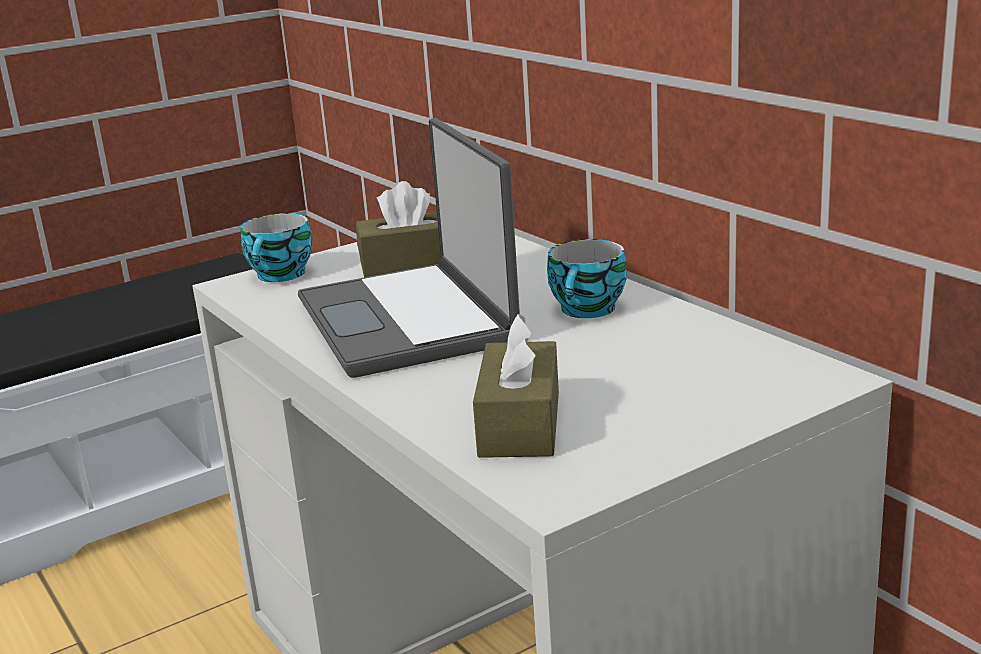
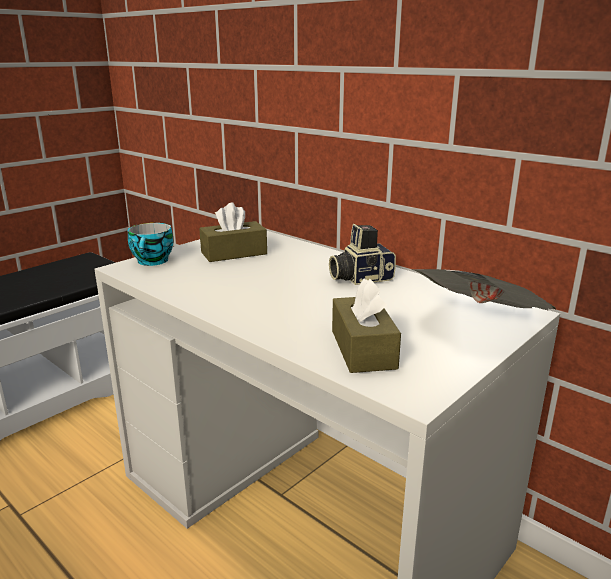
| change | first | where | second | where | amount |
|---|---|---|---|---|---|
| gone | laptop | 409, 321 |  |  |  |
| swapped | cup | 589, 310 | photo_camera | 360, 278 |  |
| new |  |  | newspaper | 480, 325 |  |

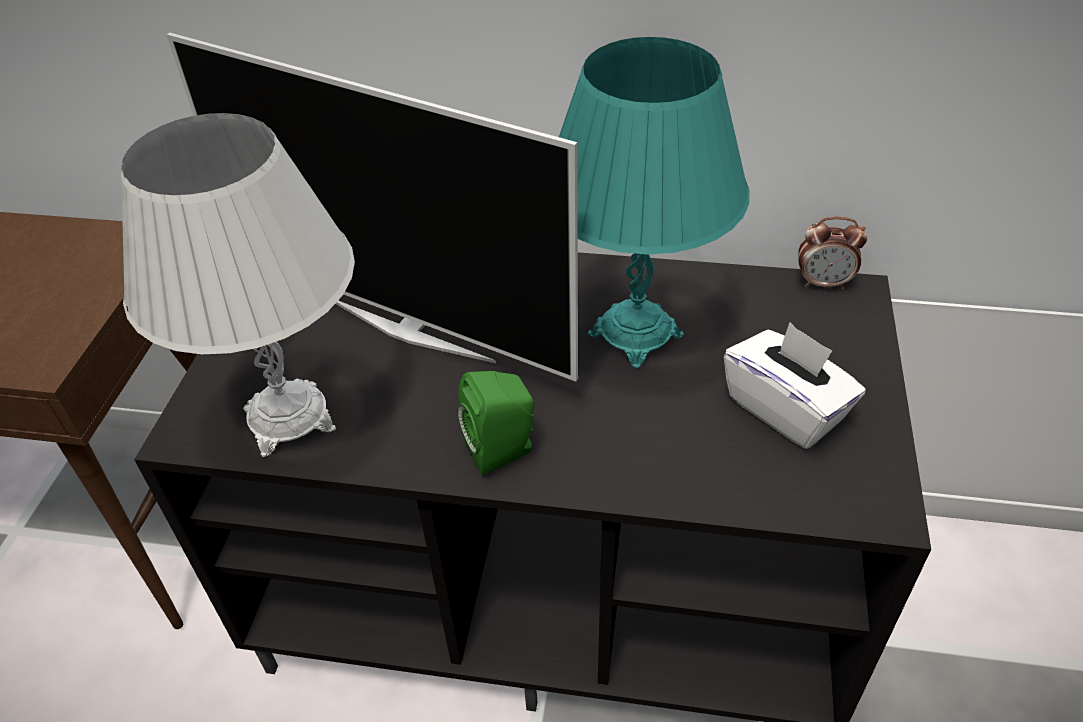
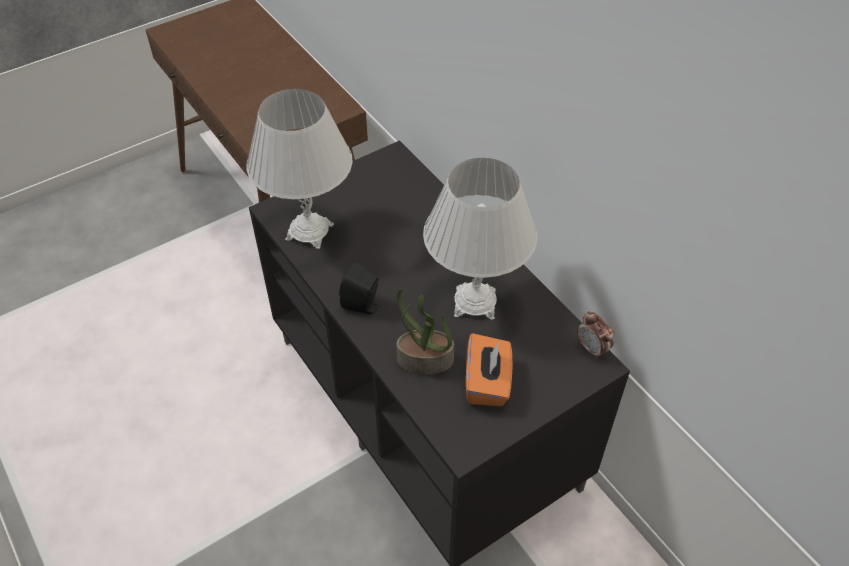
| change | first | where | second | where | amount |
|---|---|---|---|---|---|
| gone | television | 410, 327 |  |  |  |
| repainted | blue-green_lamp_for_a_table | 635, 334 | white_lamp_for_a_table | 475, 302 |  |
| repainted | white_tissue_box | 786, 409 | orangey_tissue_box | 487, 383 |  |
| repainted | green-coloured_audio_speaker | 503, 450 | black-coloured_audio_speaker | 363, 306 |  |
| new |  |  | houseplant | 424, 361 |  |

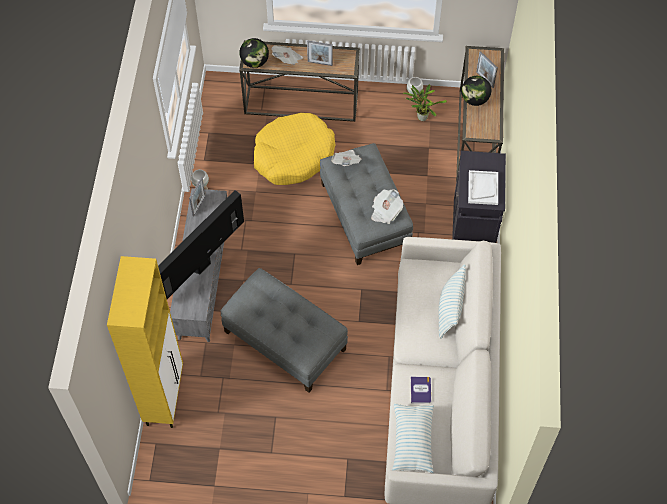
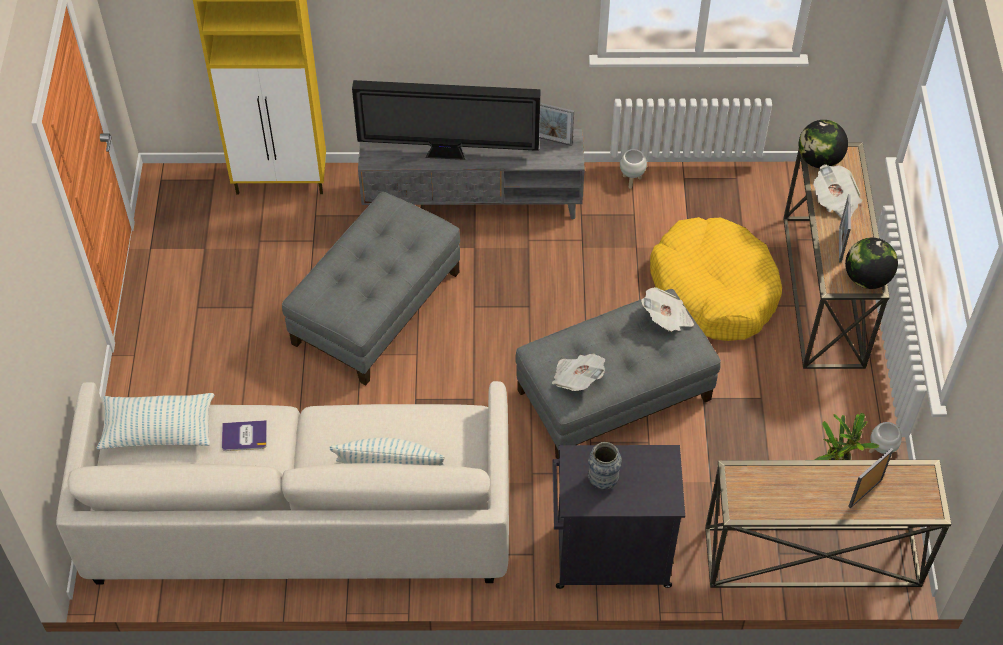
| change | first | where | second | where | amount |
|---|---|---|---|---|---|
| shifted | world_globe | 474, 100 |  | 866, 278 |  |
| swapped | white_serving_tray | 483, 188 | vase | 602, 481 |  |
| rotated | television | 201, 265 |  | 448, 154 | 150 degrees clockwise |

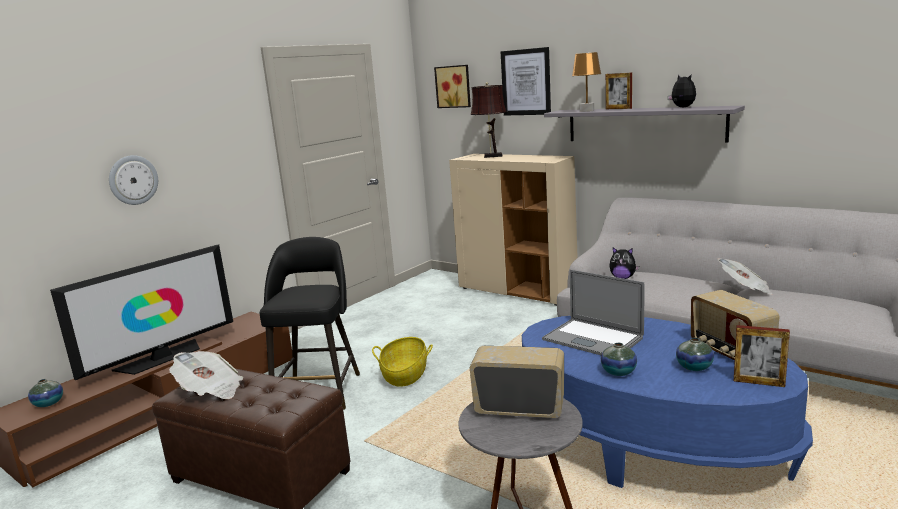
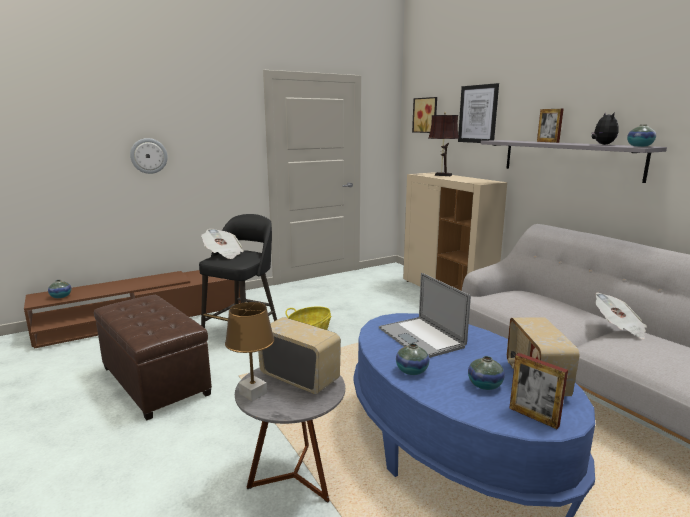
| change | first | where | second | where | amount |
|---|---|---|---|---|---|
| shifted | brownish_lamp_for_a_table | 586, 111 |  | 252, 393 |  |
| gone | television | 162, 358 |  |  |  |
| gone | soft_toy | 623, 278 |  |  |  |
| shifted | newspaper | 210, 390 |  | 223, 254 |  |
| new |  |  | vase | 639, 146 |  |

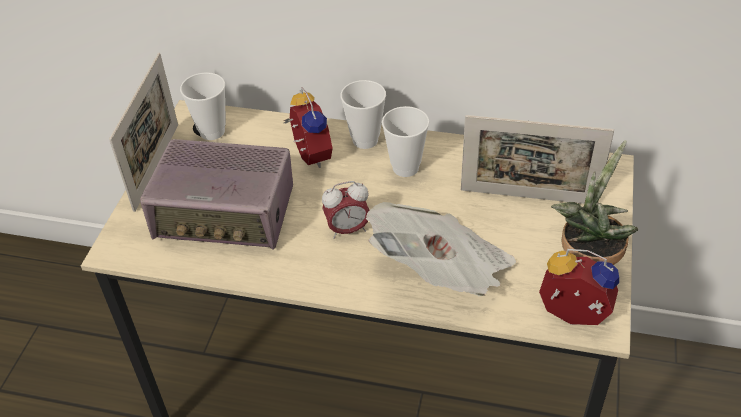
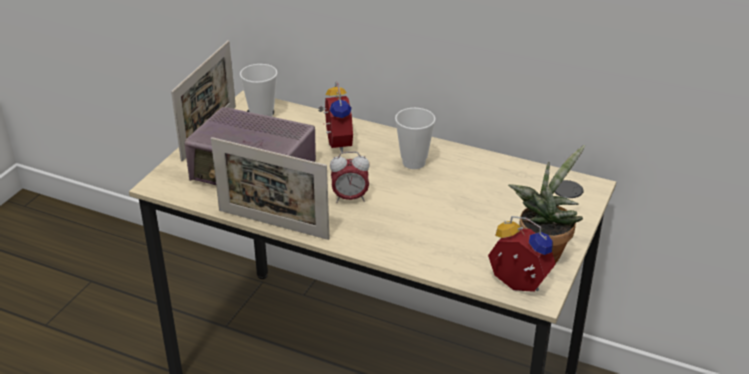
| change | first | where | second | where | amount |
|---|---|---|---|---|---|
| gone | cup | 365, 140 |  |  |  |
| shifted | picture_frame | 528, 197 |  | 273, 224 |  |
| gone | newspaper | 442, 272 |  |  |  |

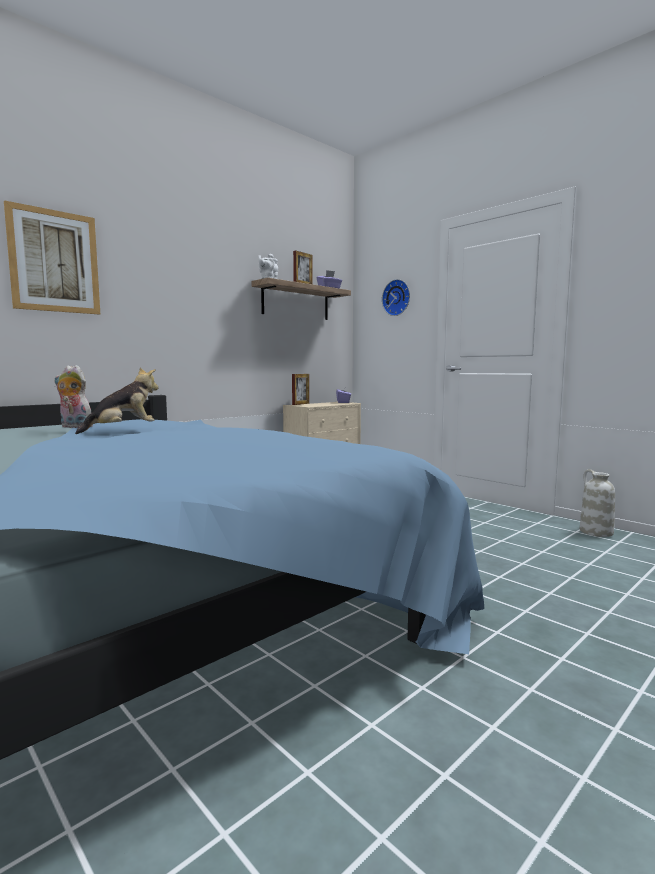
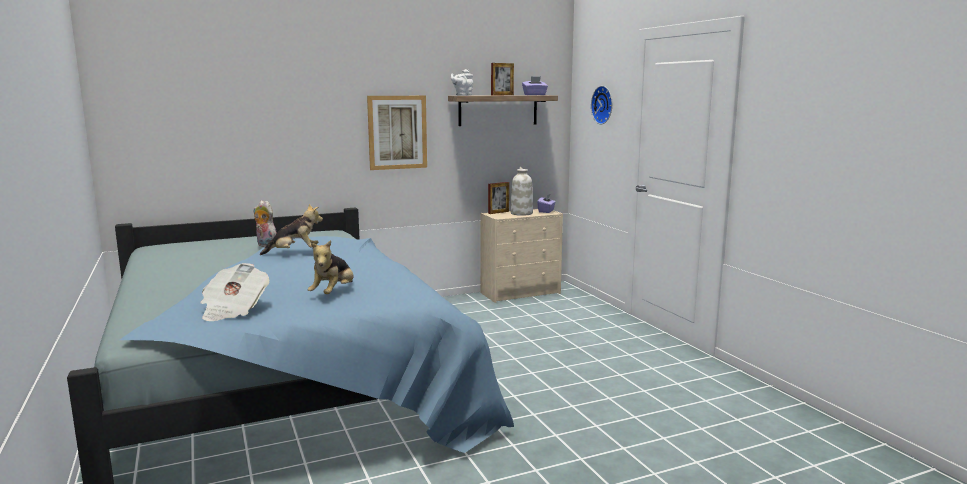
| change | first | where | second | where | amount |
|---|---|---|---|---|---|
| shifted | wall_art | 54, 261 |  | 397, 132 |  |
| shifted | white_vase | 595, 532 |  | 521, 213 |  |
| new |  |  | soft_toy | 333, 293 |  |
| new |  |  | newspaper | 233, 310 |  |

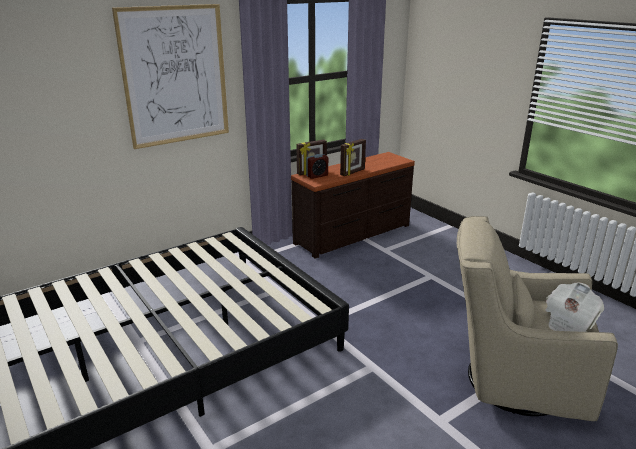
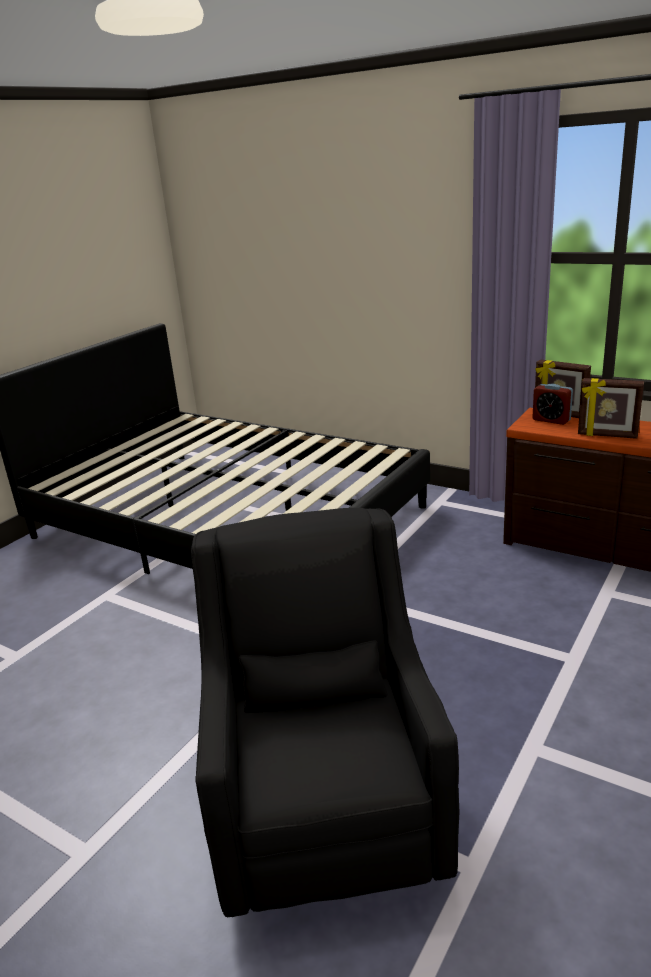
| change | first | where | second | where | amount |
|---|---|---|---|---|---|
| gone | wall_art | 175, 76 |  |  |  |
| repainted | beige_armchair | 511, 380 | black-coloured_armchair | 326, 808 |  |
| gone | newspaper | 568, 321 |  |  |  |

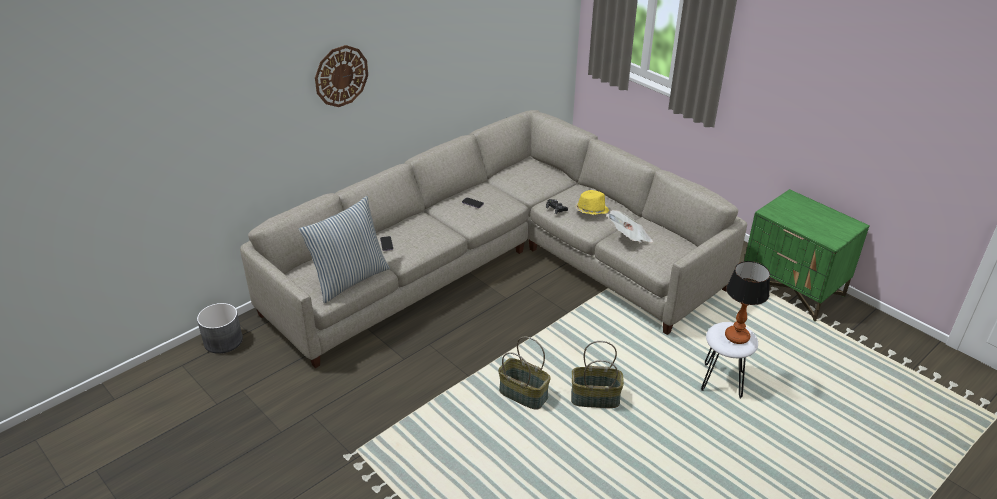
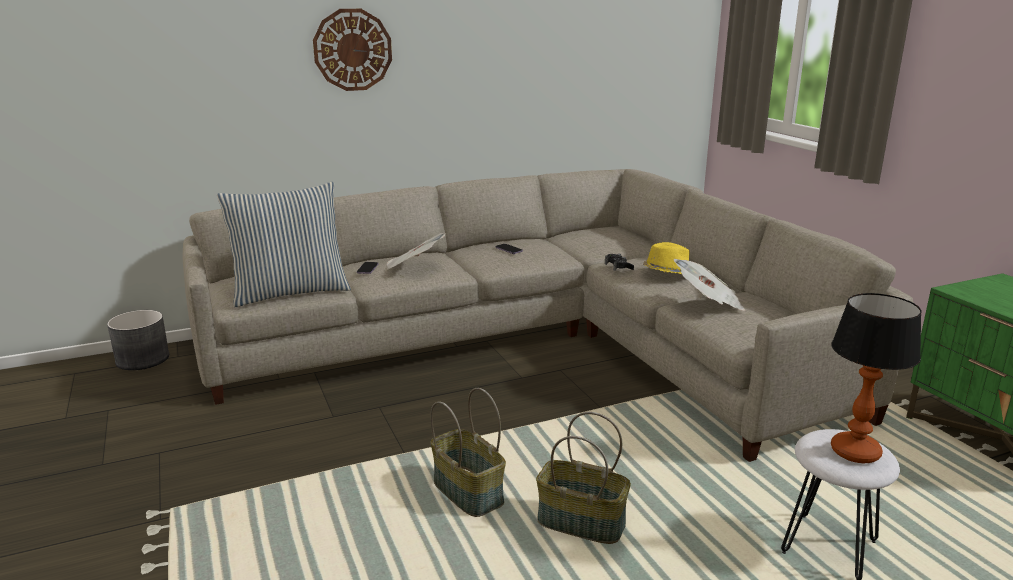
| change | first | where | second | where | amount |
|---|---|---|---|---|---|
| new |  |  | newspaper | 414, 267 |  |

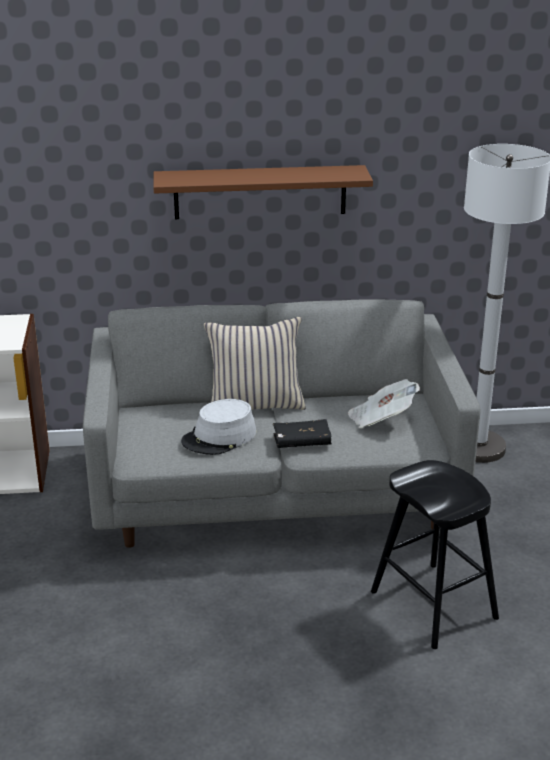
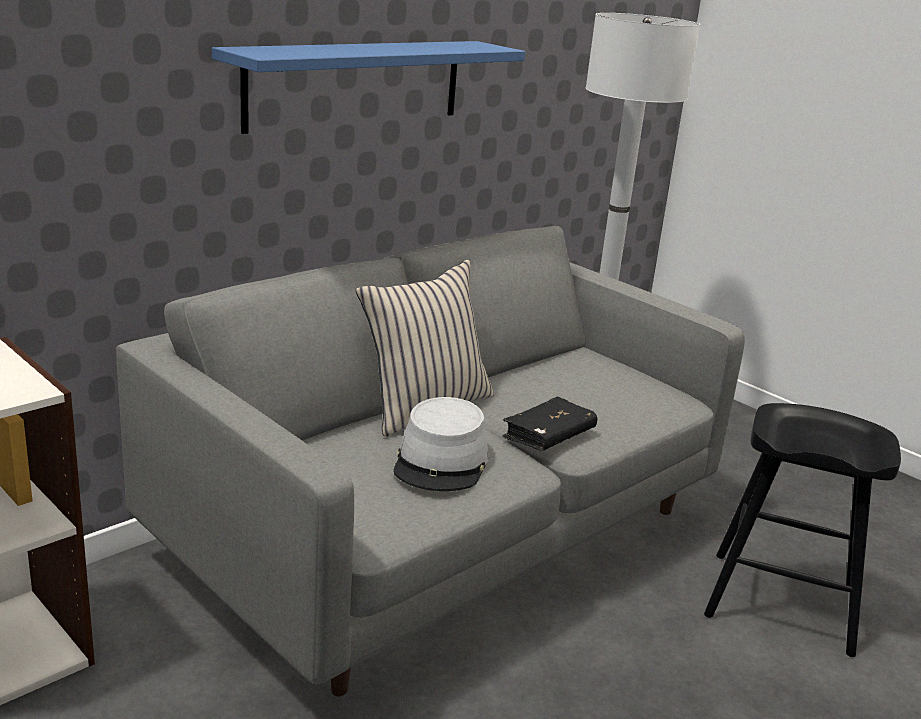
| change | first | where | second | where | amount |
|---|---|---|---|---|---|
| repainted | brownish_bracket_shelf | 260, 192 | blue-coloured_bracket_shelf | 356, 84 |  |
| gone | newspaper | 381, 419 |  |  |  |

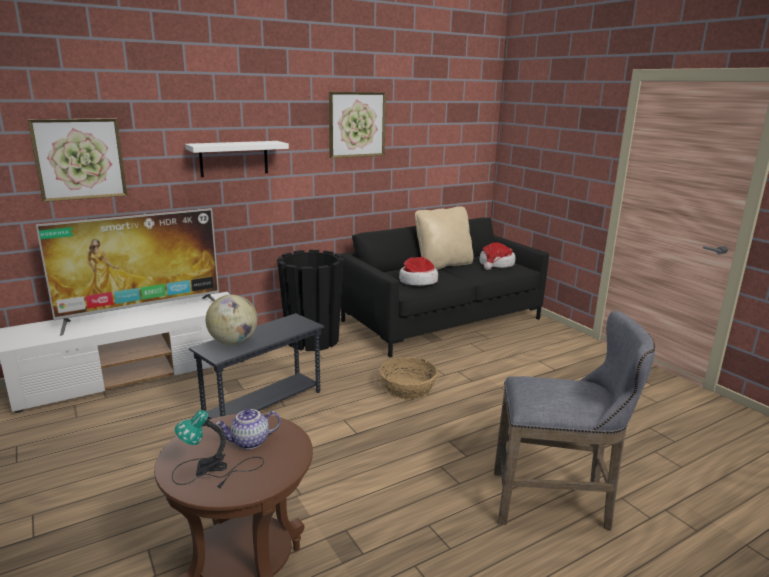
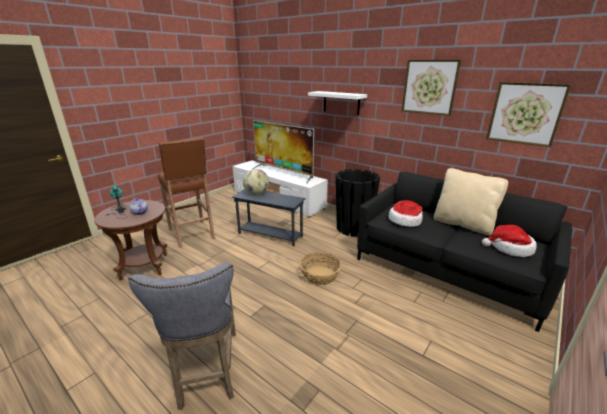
| change | first | where | second | where | amount |
|---|---|---|---|---|---|
| shifted | wall_art | 79, 159 |  | 525, 113 |  |
| new |  |  | brownish_stool_seat | 192, 234 |  |

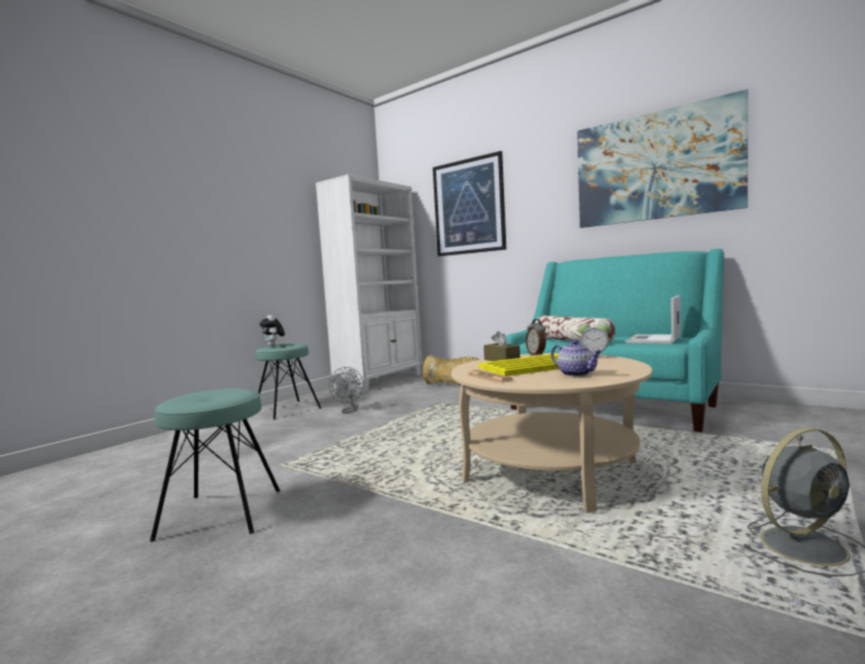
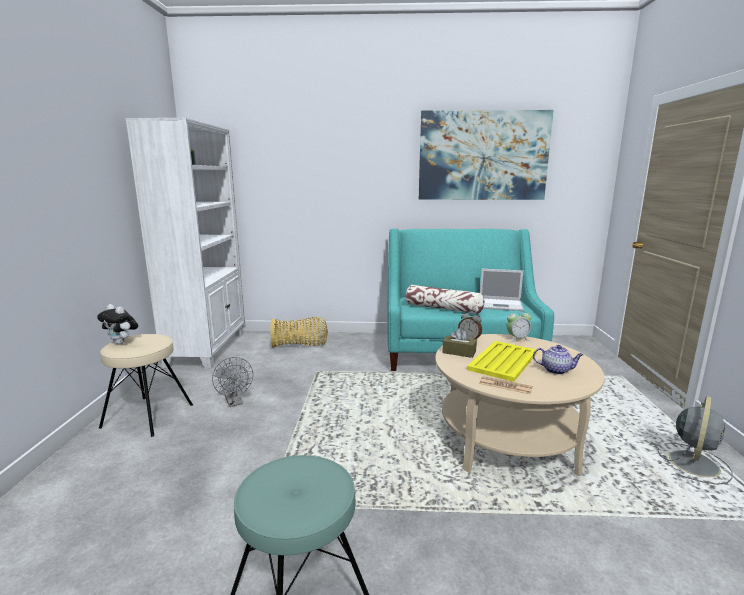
| change | first | where | second | where | amount |
|---|---|---|---|---|---|
| gone | wall_art | 468, 207 |  |  |  |
| rotated | laptop | 654, 340 |  | 501, 305 | 75 degrees counterclockwise |
| repainted | blue-green_stool_seat | 287, 410 | beige_stool_seat | 148, 416 |  |

